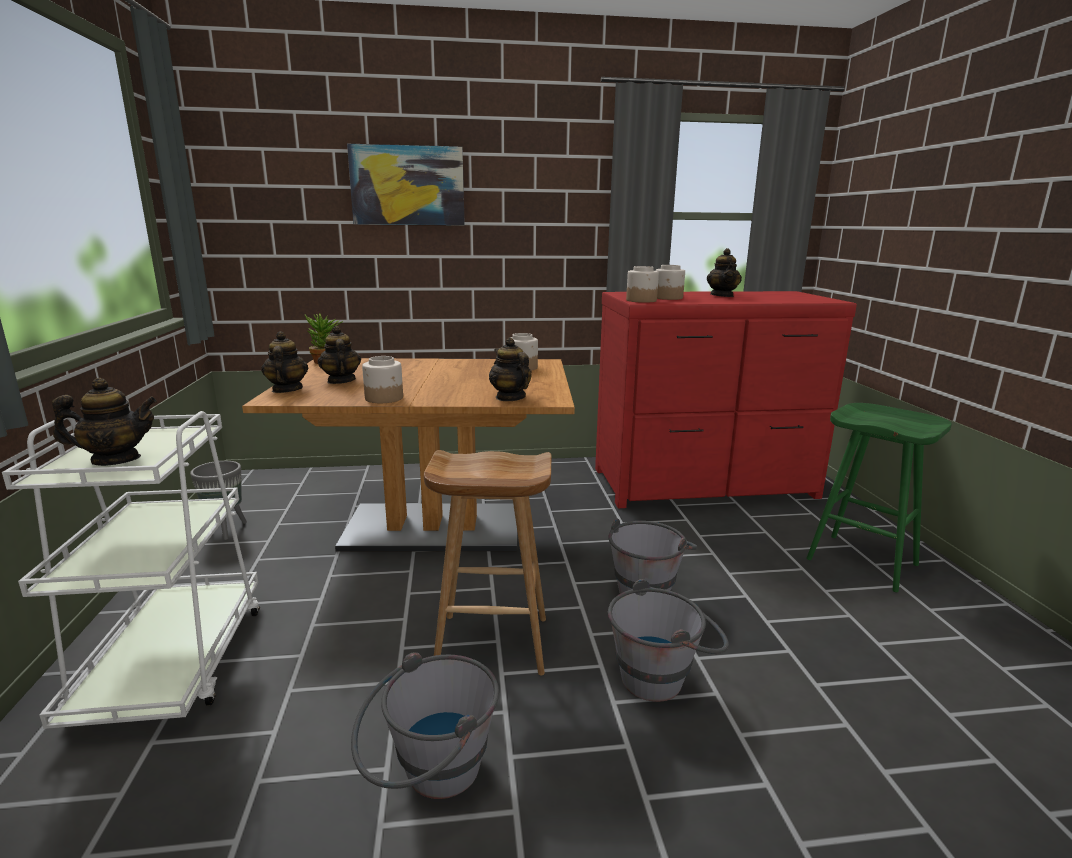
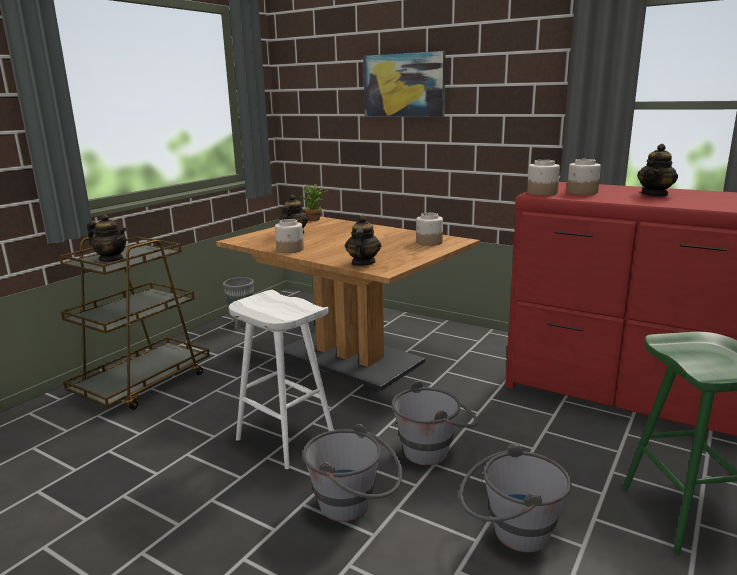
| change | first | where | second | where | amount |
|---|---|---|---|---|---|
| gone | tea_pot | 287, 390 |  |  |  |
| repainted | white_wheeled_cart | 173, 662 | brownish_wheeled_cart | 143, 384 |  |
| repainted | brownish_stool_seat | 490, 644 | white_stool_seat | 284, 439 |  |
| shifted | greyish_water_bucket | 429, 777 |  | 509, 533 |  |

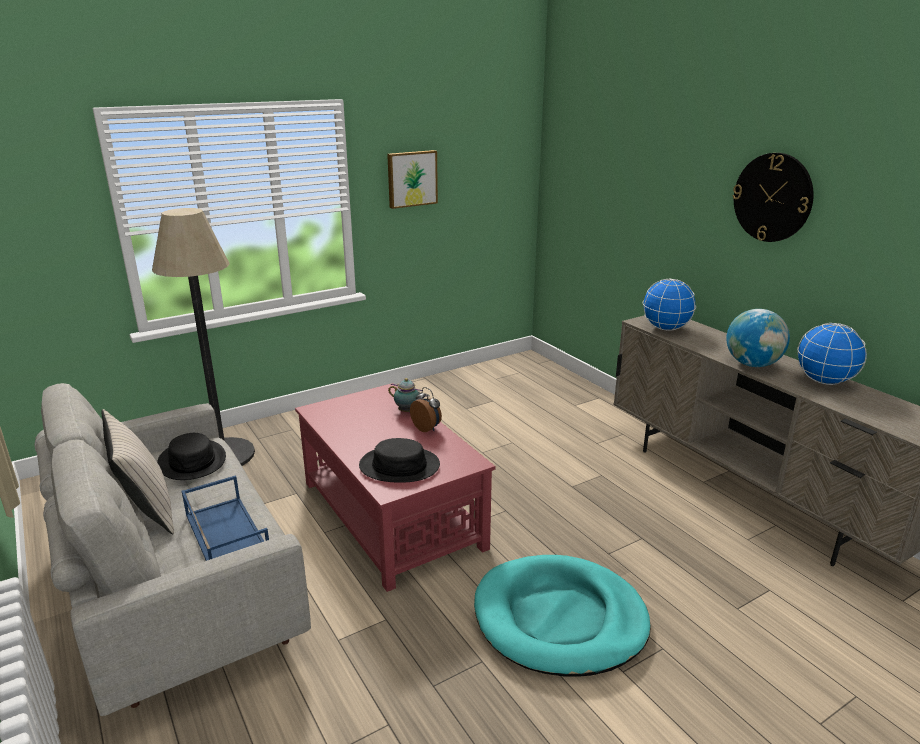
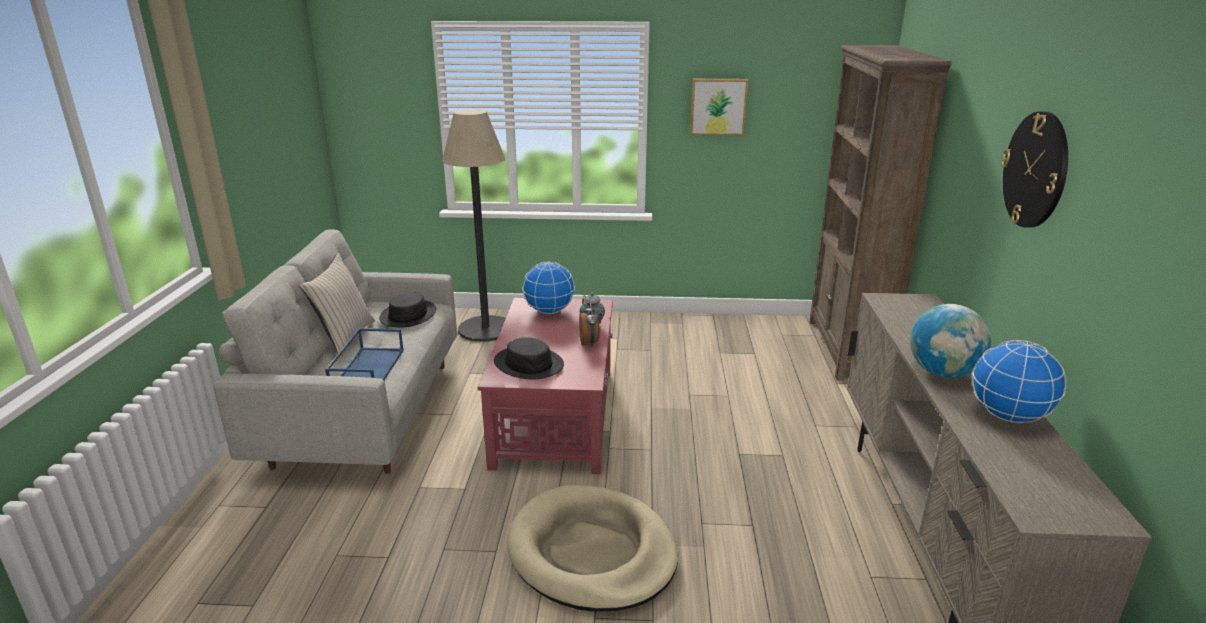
| change | first | where | second | where | amount |
|---|---|---|---|---|---|
| shifted | world_globe | 666, 328 |  | 549, 311 |  |
| repainted | blue-green_pet_bed | 560, 619 | beige_pet_bed | 592, 552 |  |
| new |  |  | brownish_shelving_unit | 846, 349 |  |

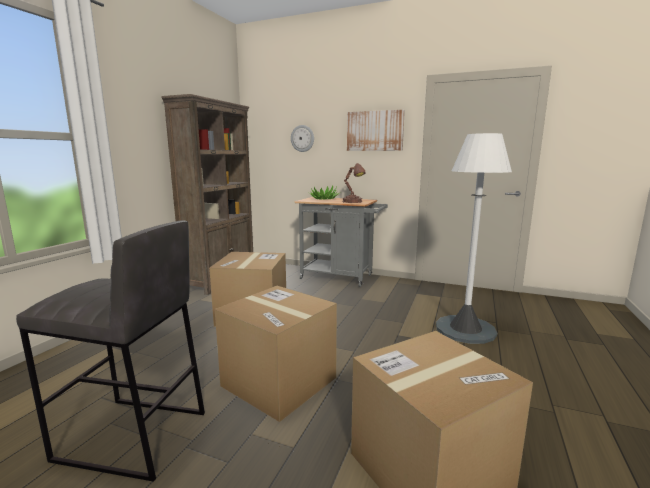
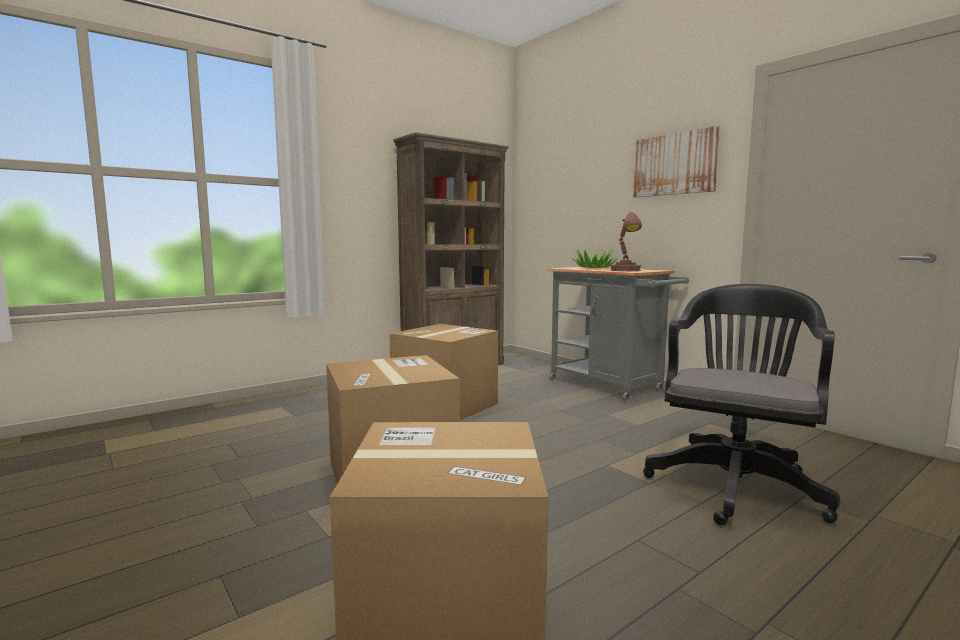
| change | first | where | second | where | amount |
|---|---|---|---|---|---|
| gone | clock_on_the_wall | 302, 138 |  |  |  |
| swapped | white_standard_lamp | 465, 329 | black-coloured_computer_chair | 735, 484 |  |
| gone | greyish_stool_seat | 133, 436 |  |  |  |

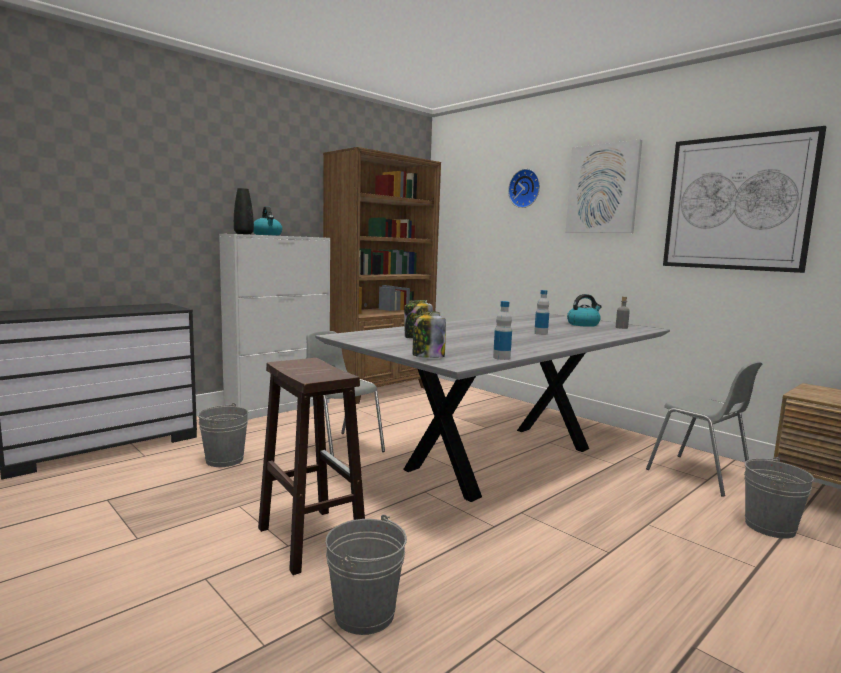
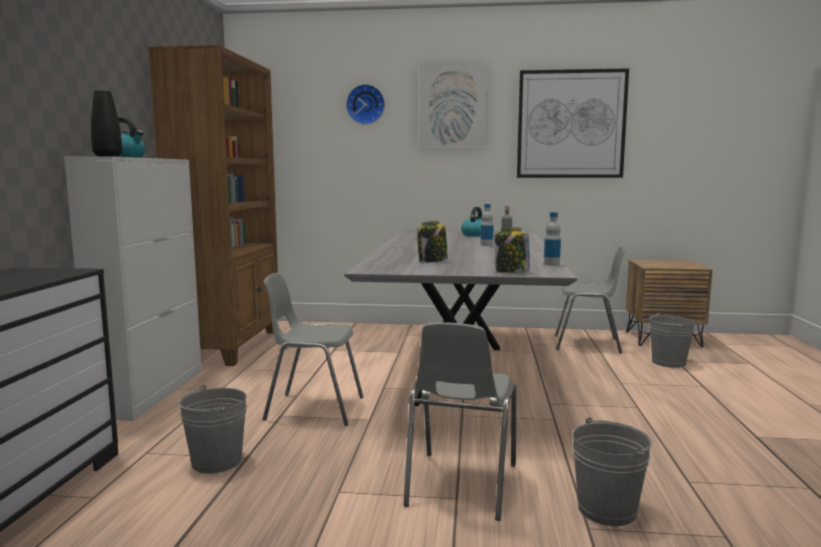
| change | first | where | second | where | amount |
|---|---|---|---|---|---|
| swapped | brownish_stool_seat | 309, 538 | greyish_plain_chair | 460, 485 |  |

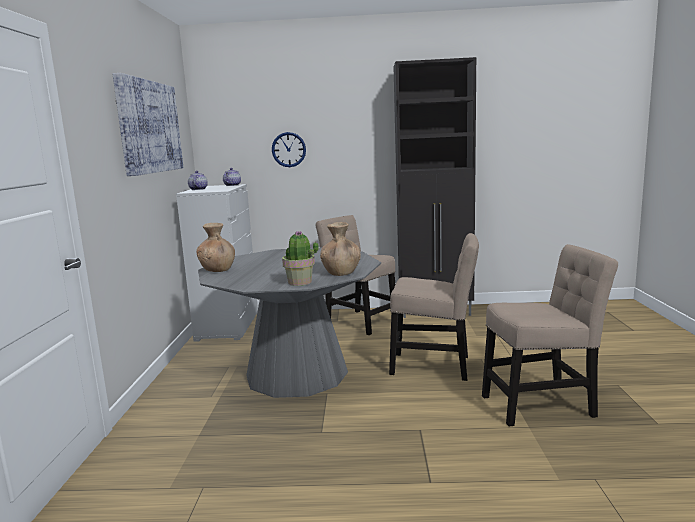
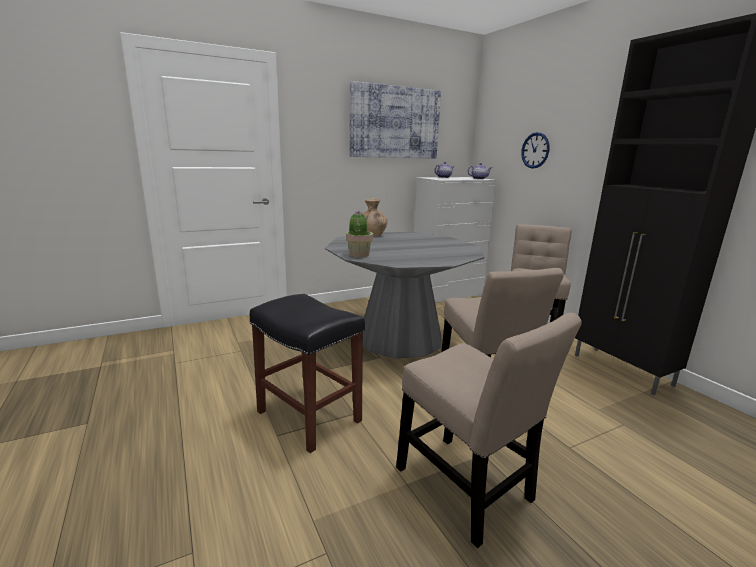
| change | first | where | second | where | amount |
|---|---|---|---|---|---|
| gone | brownish_vase | 341, 273 |  |  |  |
| new |  |  | black-coloured_stool_seat | 310, 416 |  |

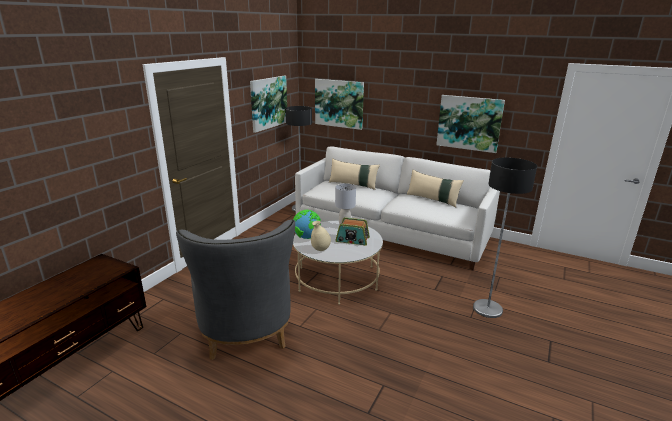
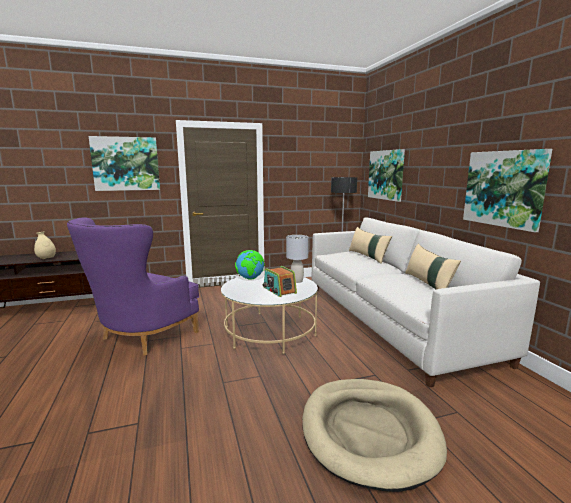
| change | first | where | second | where | amount |
|---|---|---|---|---|---|
| shifted | wall_art | 268, 103 |  | 126, 164 |  |
| swapped | standard_lamp | 487, 309 | beige_pet_bed | 369, 432 |  |
| repainted | greyish_armchair | 246, 338 | purple-coloured_armchair | 140, 338 |  |
| shifted | beige_vase | 320, 249 |  | 46, 258 |  |

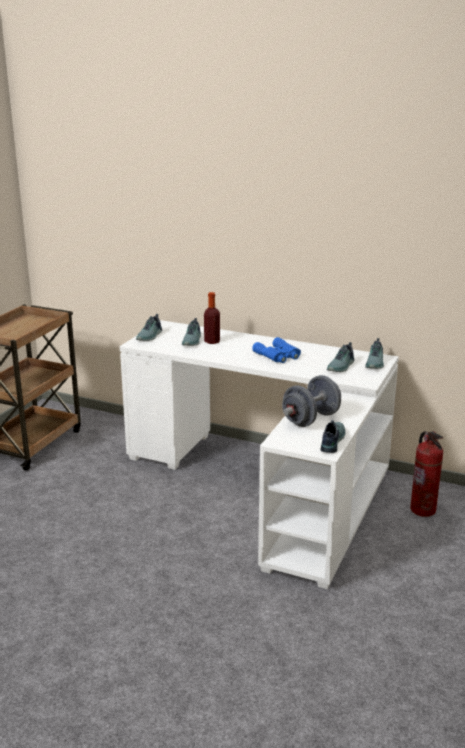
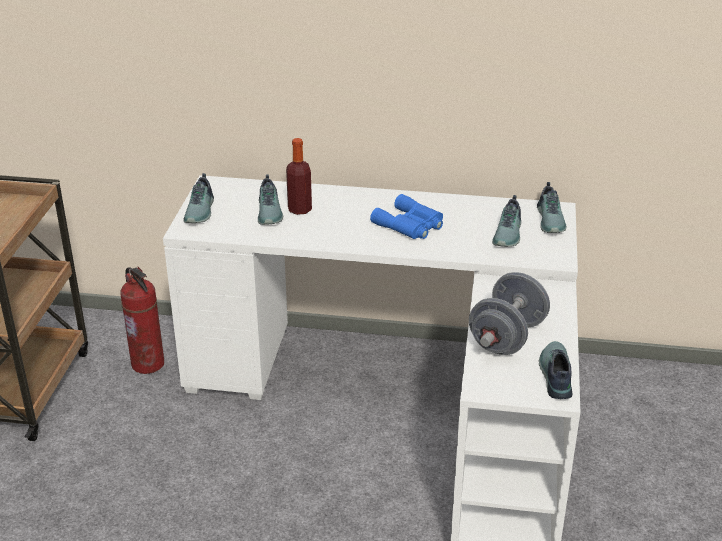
| change | first | where | second | where | amount |
|---|---|---|---|---|---|
| shifted | fire-fighting_cylinder | 423, 510 |  | 148, 364 |  |

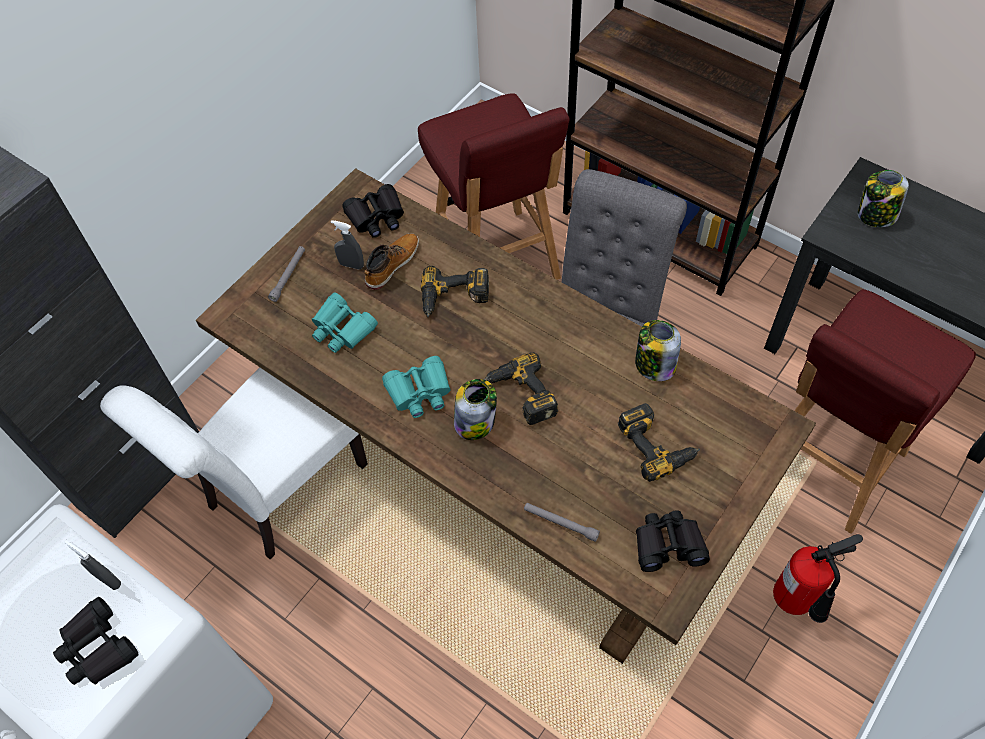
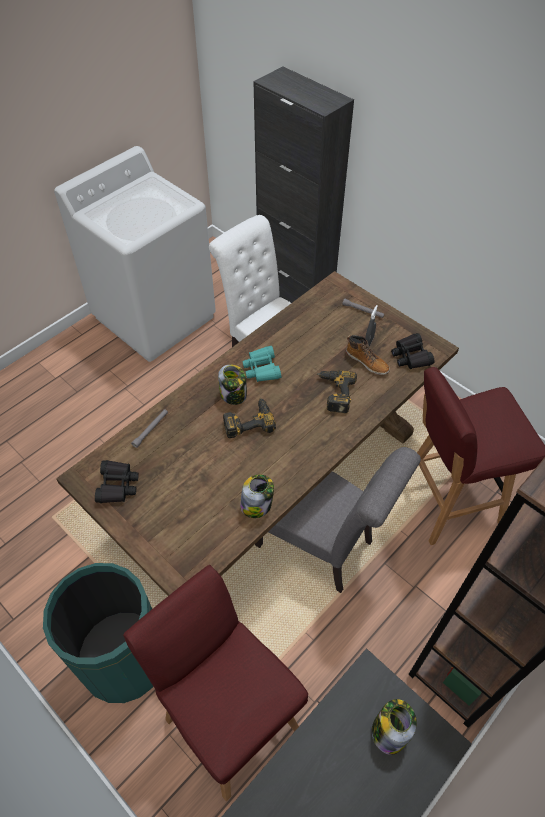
| change | first | where | second | where | amount |
|---|---|---|---|---|---|
| gone | blue-green_binoculars | 342, 329 |  |  |  |
| gone | power_drill | 657, 444 |  |  |  |
| swapped | fire-fighting_cylinder | 798, 602 | green-coloured_rubbish_bin | 124, 658 |  |
| gone | greyish_sprayer | 108, 579 |  |  |  |
| gone | black-coloured_binoculars | 97, 648 |  |  |  |

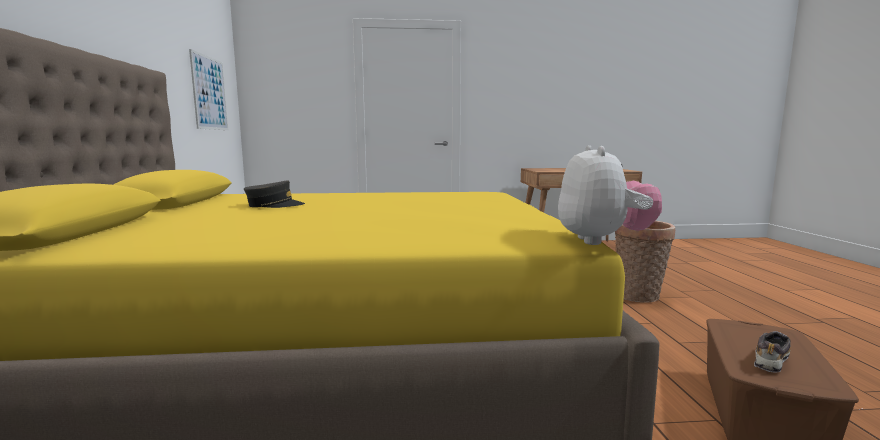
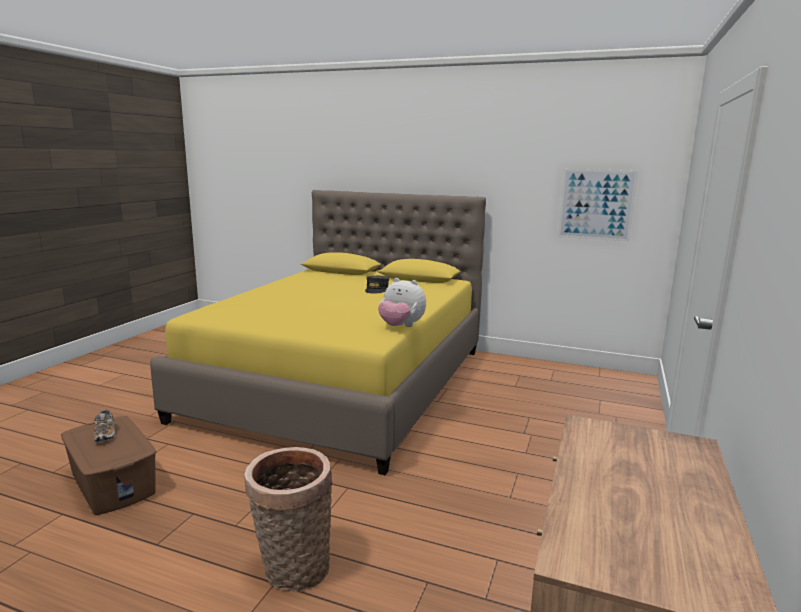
| change | first | where | second | where | amount |
|---|---|---|---|---|---|
| shifted | soft_toy | 602, 241 |  | 401, 326 |  |

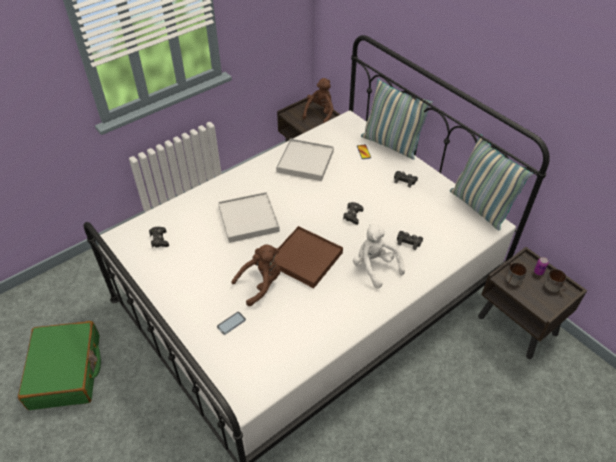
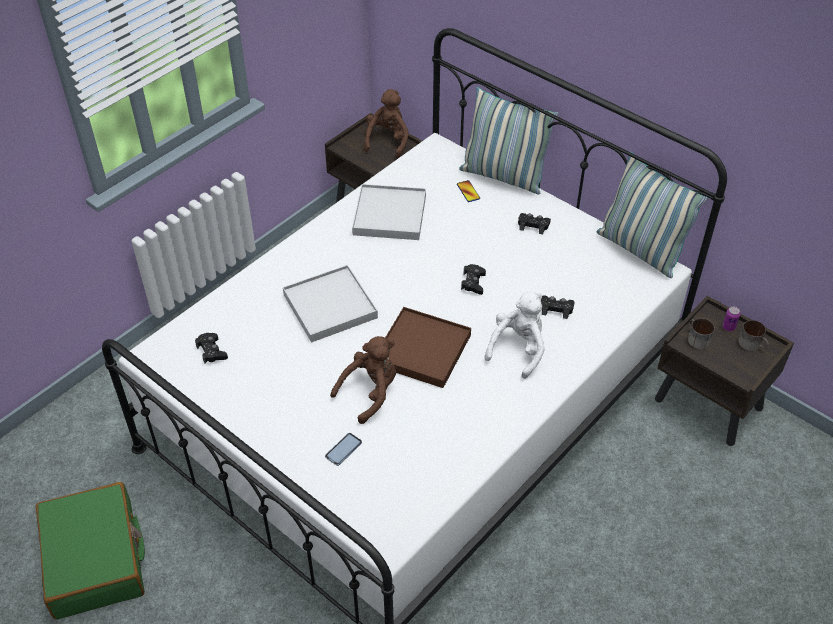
| change | first | where | second | where | amount |
|---|---|---|---|---|---|
| rotated | white_soft_toy | 375, 267 |  | 518, 349 | 75 degrees clockwise |

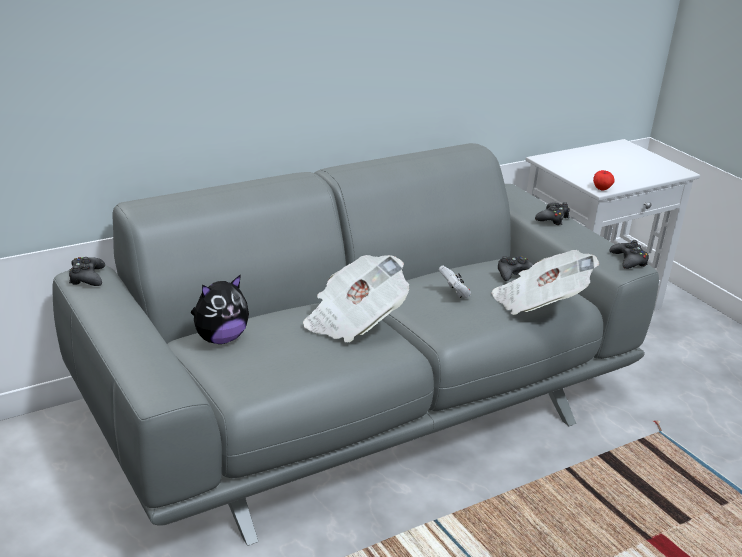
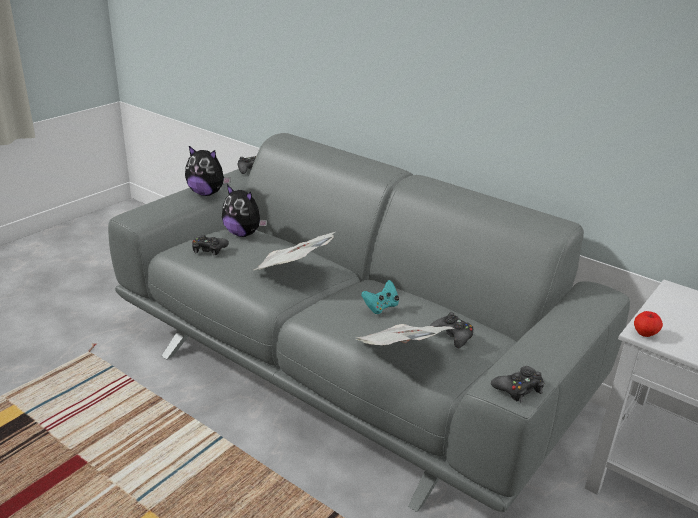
| change | first | where | second | where | amount |
|---|---|---|---|---|---|
| shifted | black-coloured_gamepad | 552, 218 |  | 209, 249 |  |
| repainted | white_gamepad | 454, 292 | blue-green_gamepad | 381, 307 |  |
| new |  |  | soft_toy | 207, 193 |  |

